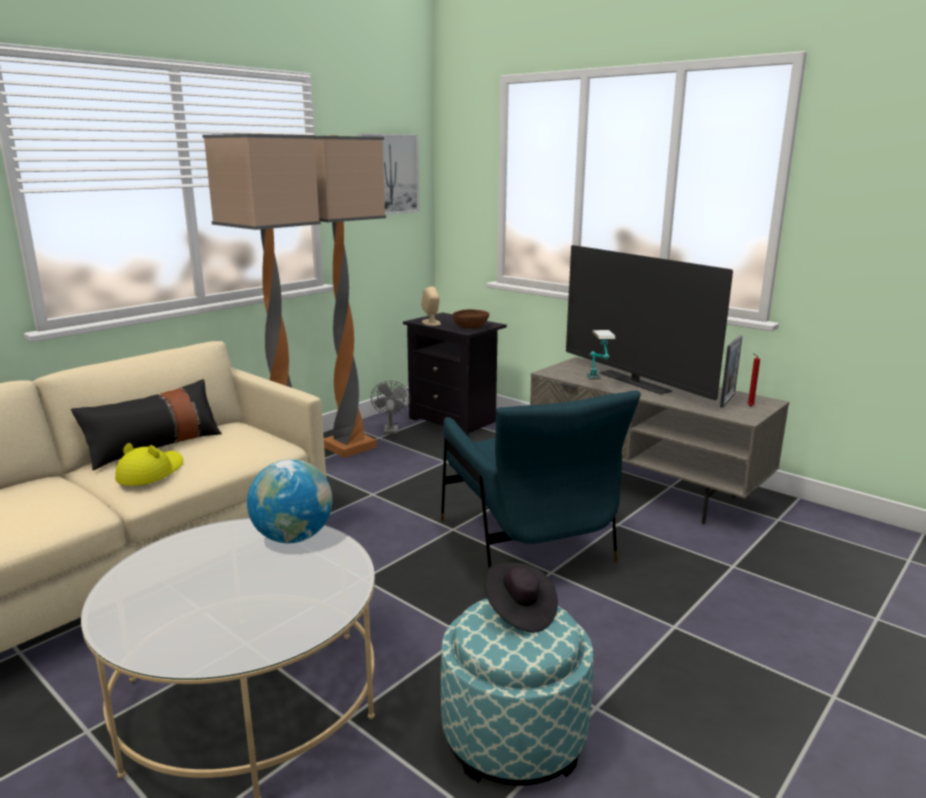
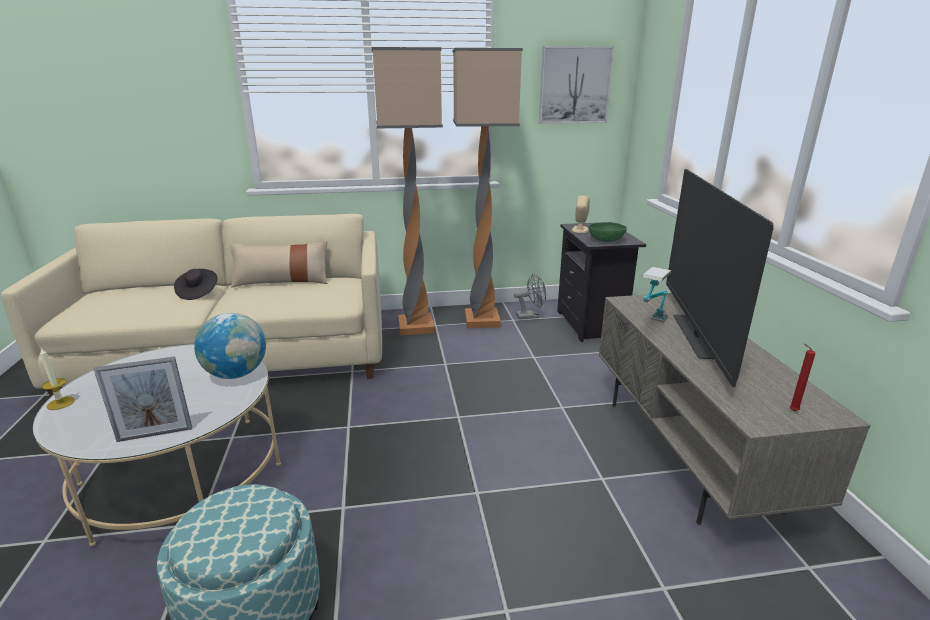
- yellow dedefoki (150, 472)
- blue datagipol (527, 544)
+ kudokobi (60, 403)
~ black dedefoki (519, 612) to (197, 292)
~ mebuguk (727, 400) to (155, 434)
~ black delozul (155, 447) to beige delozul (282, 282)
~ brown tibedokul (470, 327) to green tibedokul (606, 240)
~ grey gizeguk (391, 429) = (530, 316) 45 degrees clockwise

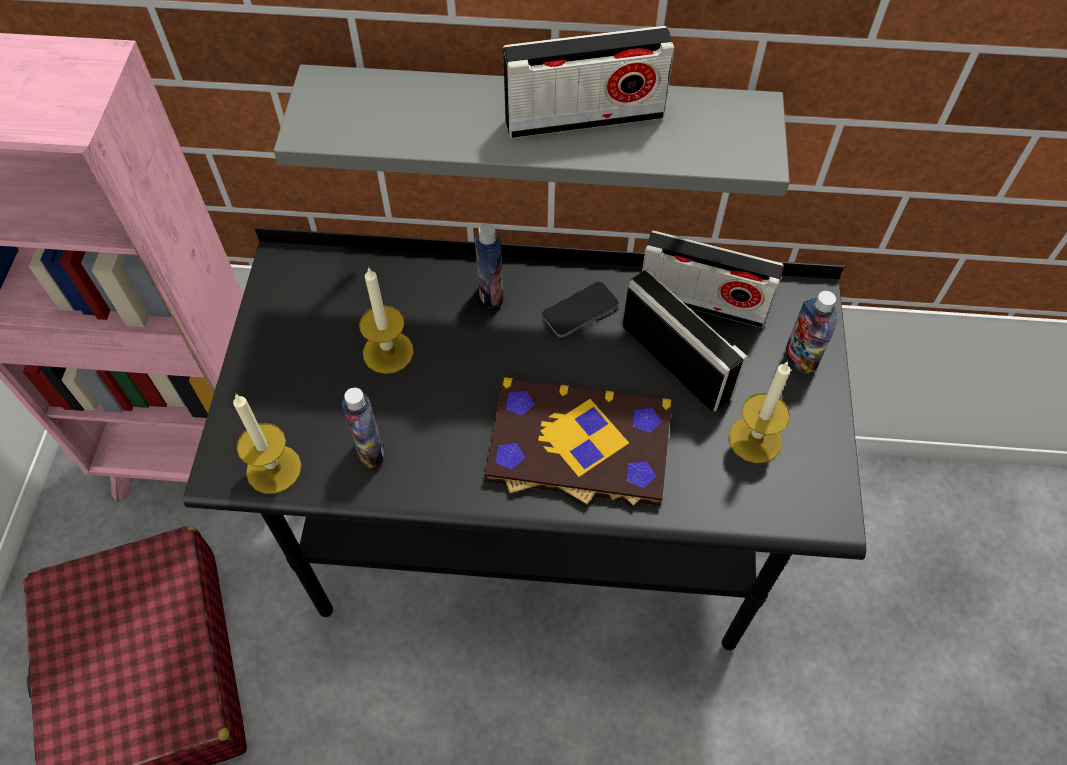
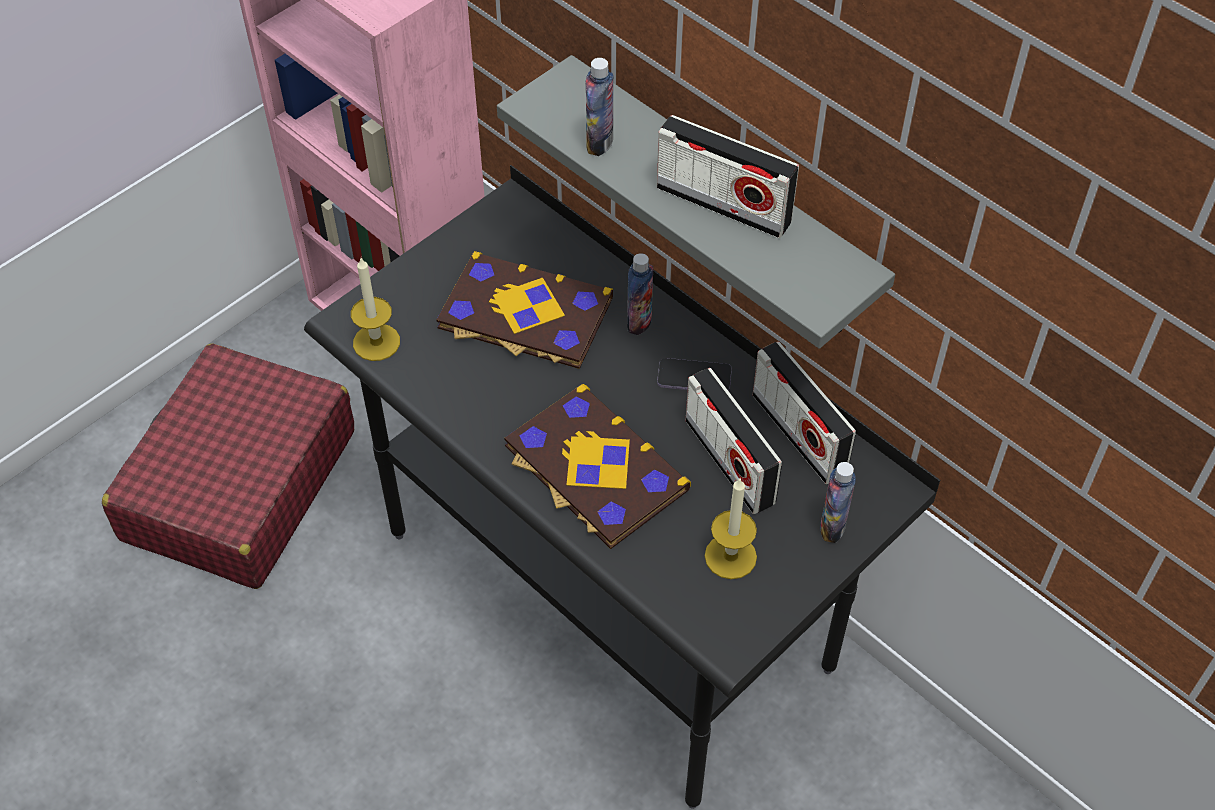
~ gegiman (370, 450) to (599, 143)
~ kudokobi (388, 352) to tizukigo (524, 315)
~ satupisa (676, 361) = (729, 462) 150 degrees clockwise

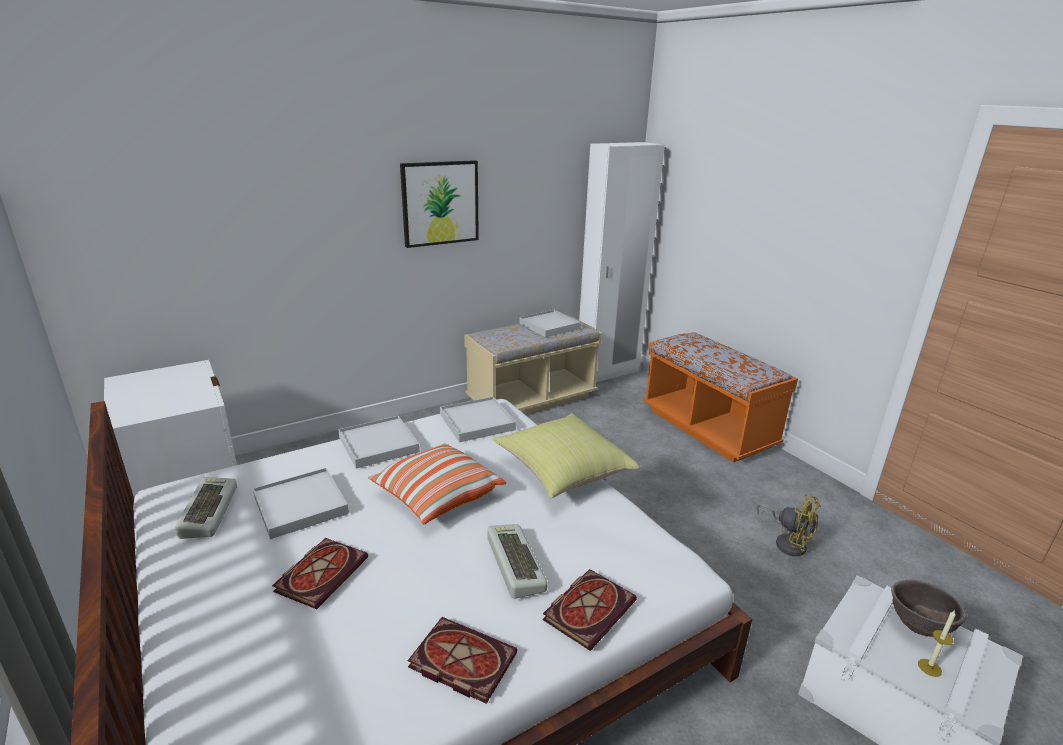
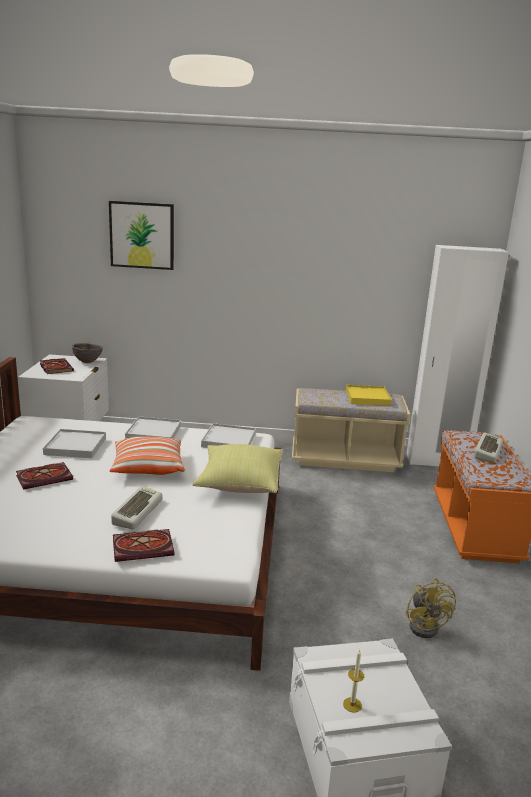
~ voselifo (207, 511) to (486, 451)
~ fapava (440, 203) to (142, 235)
~ tizukigo (459, 661) to (55, 367)
~ brown tibedokul (918, 627) to (88, 362)
~ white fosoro (549, 326) to yellow fosoro (367, 397)

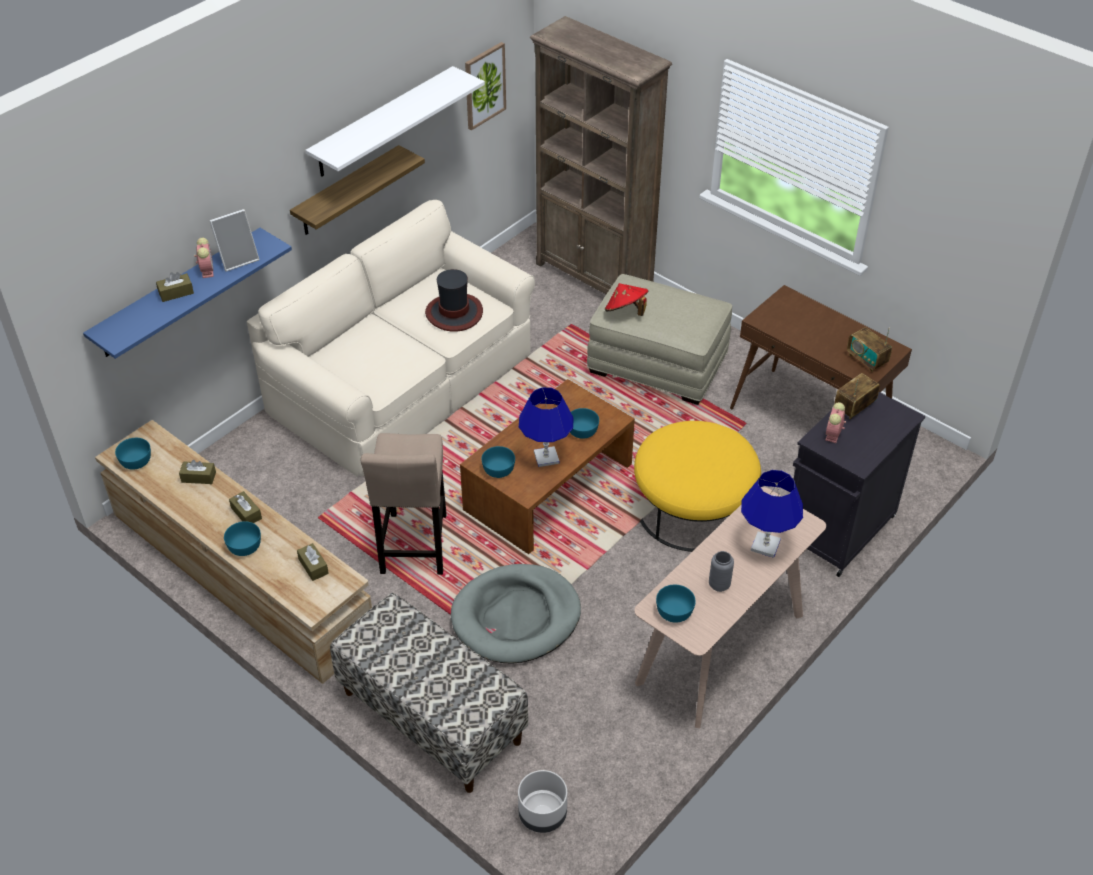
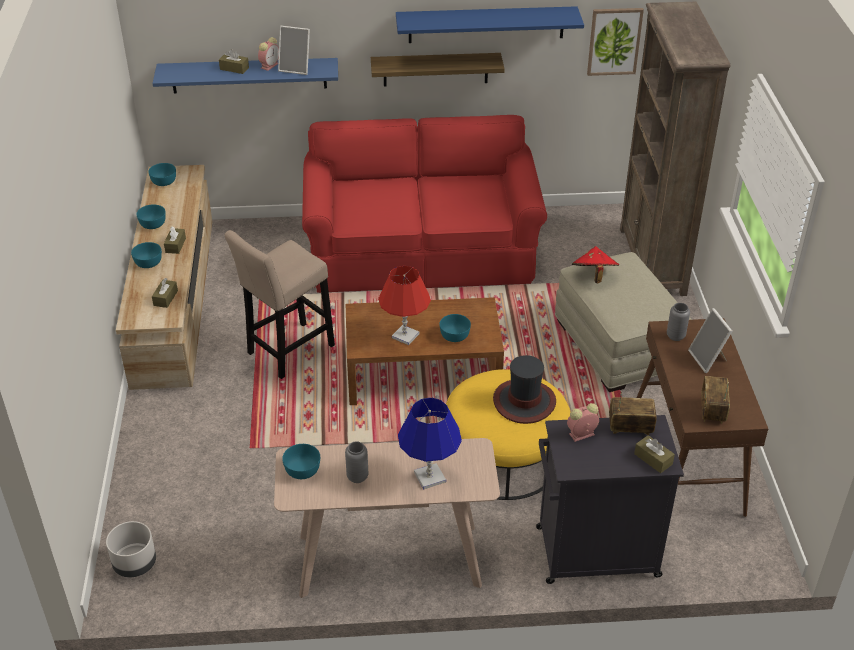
- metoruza (431, 717)
- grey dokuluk (516, 617)
+ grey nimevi (675, 336)
+ mebuguk (708, 359)
~ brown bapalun (198, 477) to (653, 459)
~ dedefoki (454, 313) to (524, 402)
~ turquoise tibedokul (498, 469) to (152, 223)
~ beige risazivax (402, 381) to red risazivax (422, 250)
~ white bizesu (383, 122) to blue bizesu (486, 24)
~ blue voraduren (546, 457) to red voraduren (405, 336)

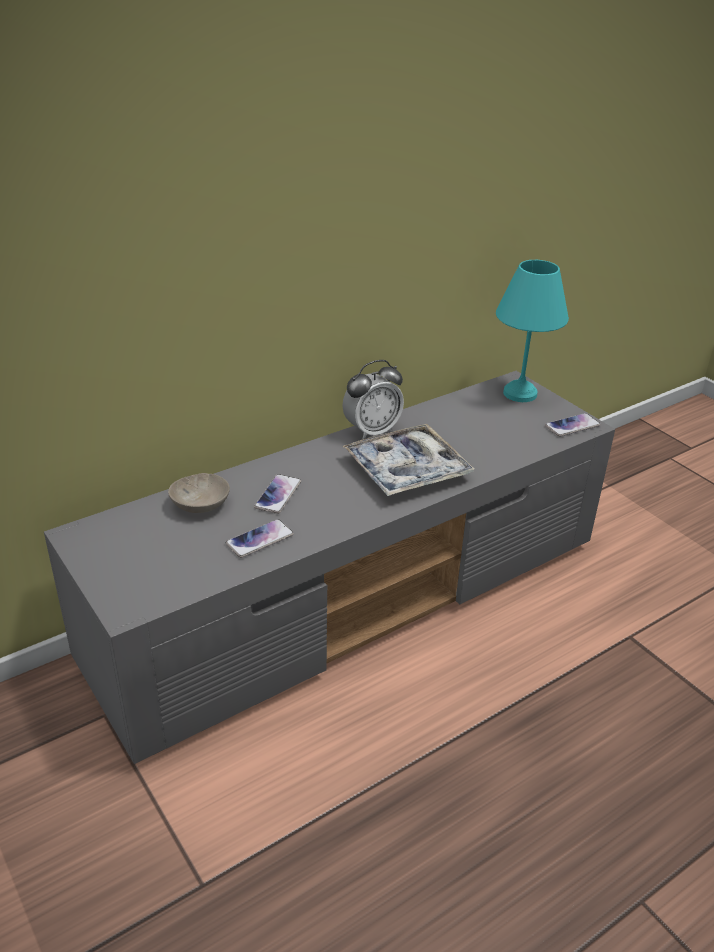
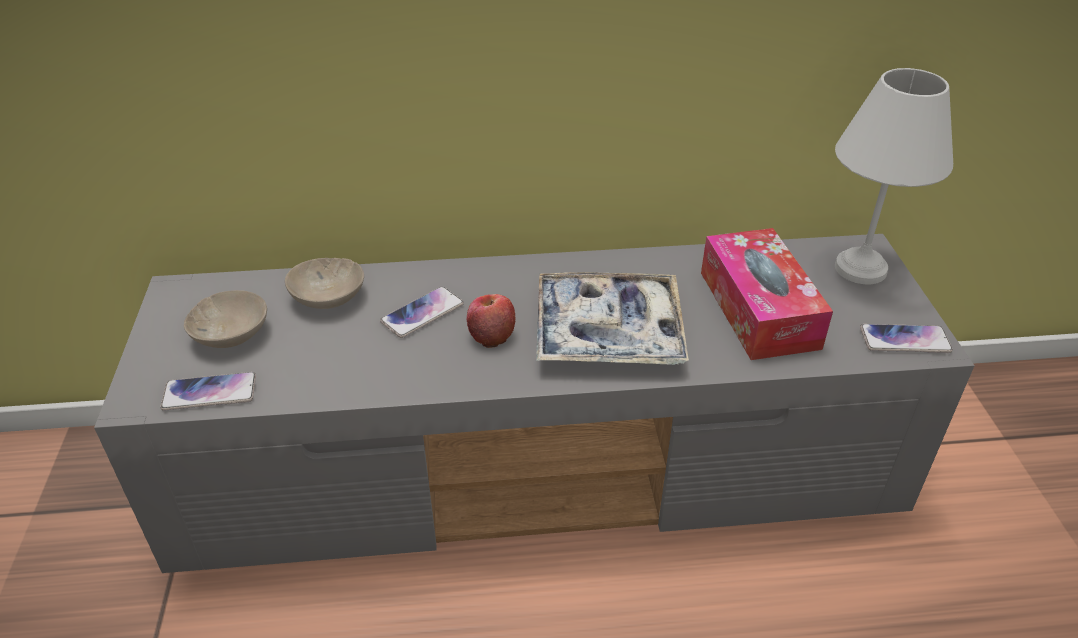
- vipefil (372, 431)
+ beige tibedokul (233, 335)
+ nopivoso (491, 335)
+ bapalun (758, 309)
~ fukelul (260, 539) to (209, 393)
~ turquoise voraduren (521, 394) to white voraduren (862, 270)

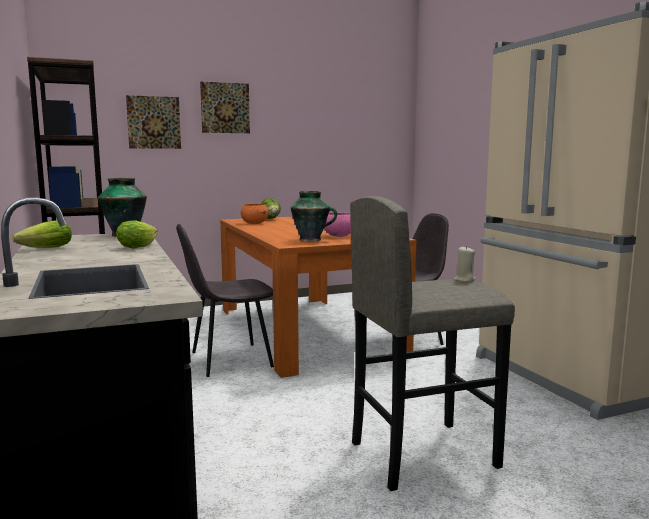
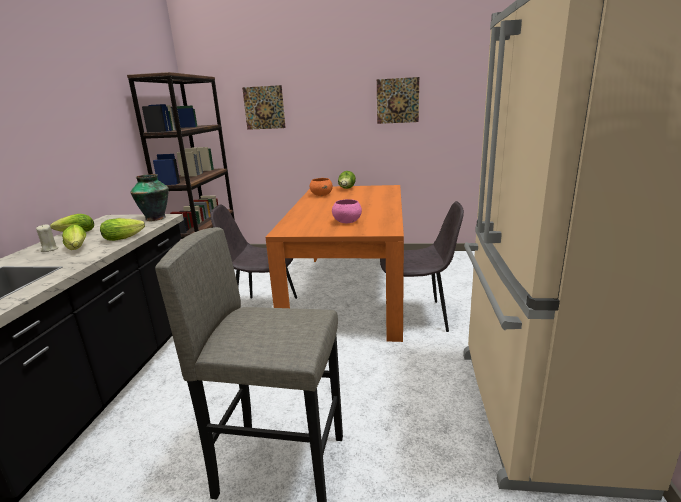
- nimevi (311, 240)
+ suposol (77, 249)
~ fapava (225, 108) to (397, 100)
~ beige kudokobi (464, 280) to (49, 249)

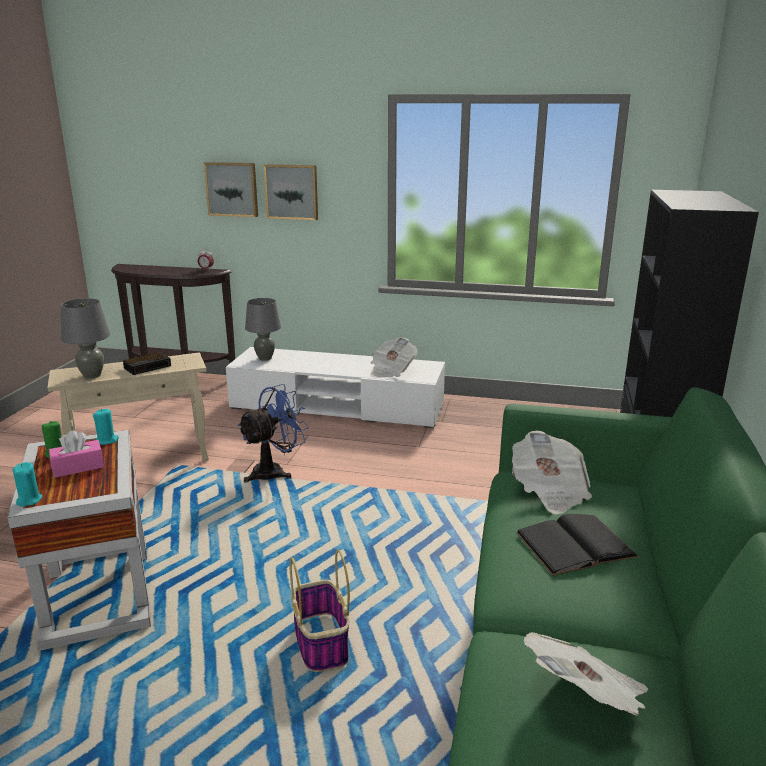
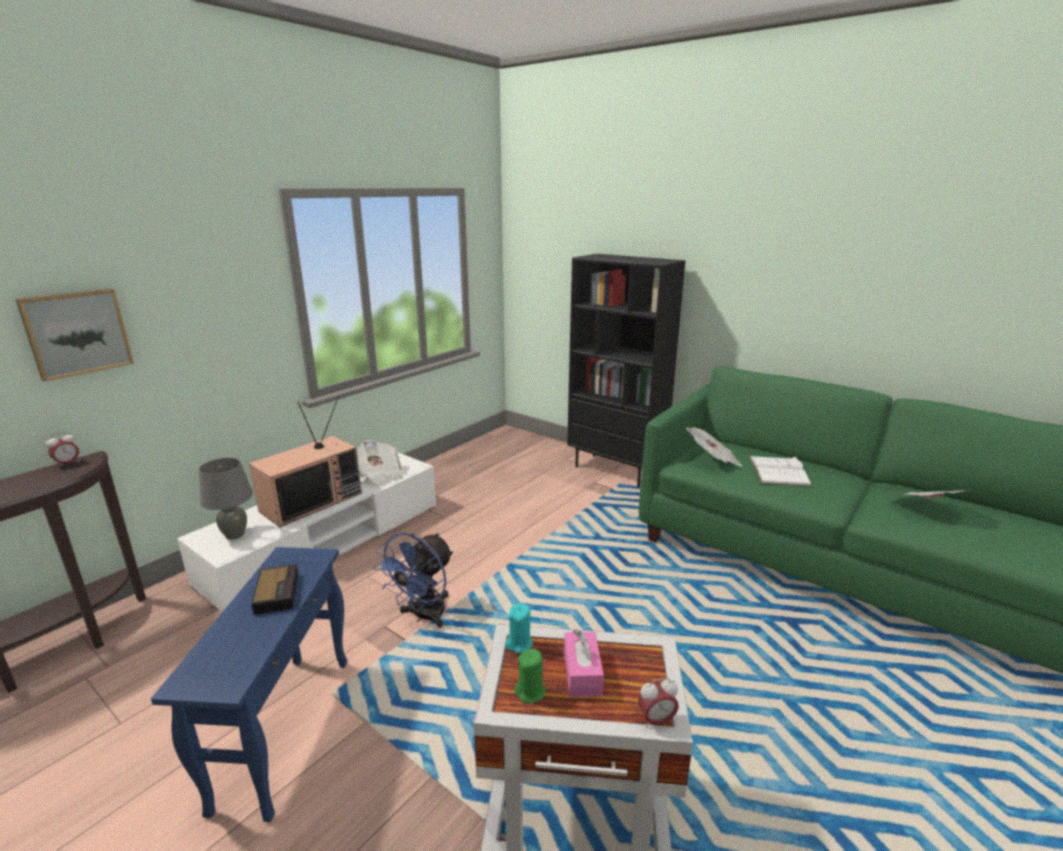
- grey voraduren (92, 375)
- fapava (292, 191)
- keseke (320, 643)
+ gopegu (311, 501)
~ turquoise kudokobi (29, 500) to vipefil (656, 720)
~ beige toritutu (142, 462) to blue toritutu (285, 730)
~ black tizukigo (575, 544) to white tizukigo (778, 471)
~ blue gizeguk (274, 471) = (423, 616) 135 degrees counterclockwise

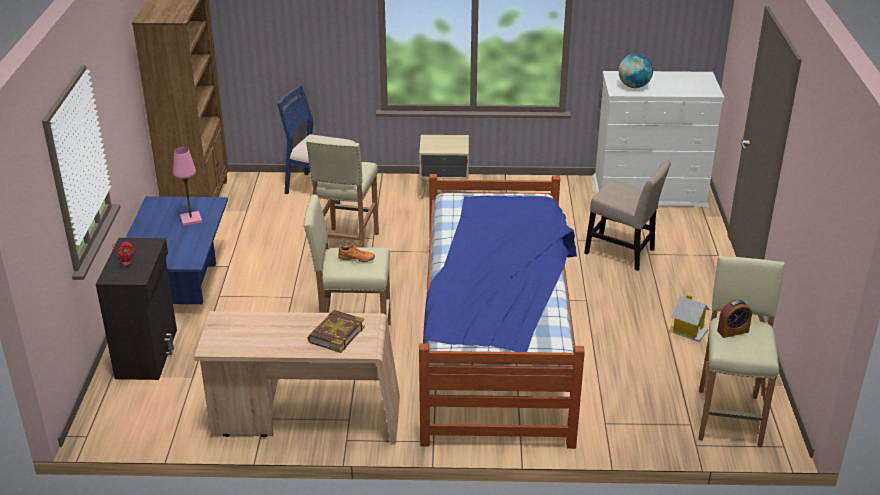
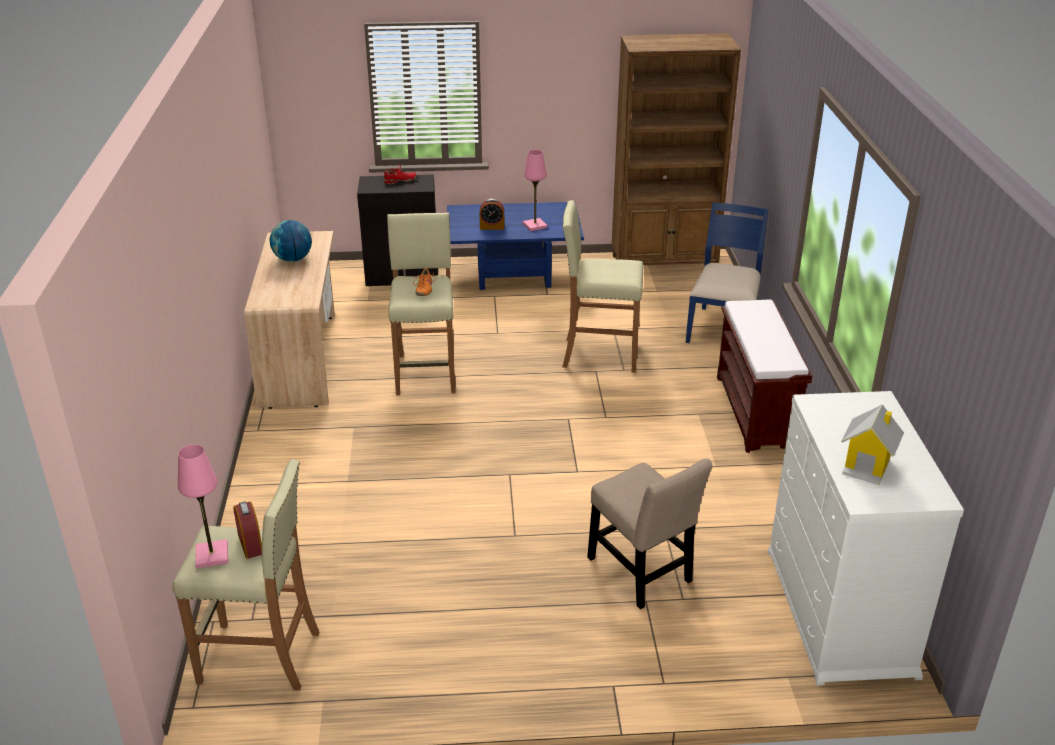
- tizukigo (336, 334)
- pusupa (496, 343)
+ pink voraduren (212, 555)
+ vipefil (492, 227)
~ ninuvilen (634, 86) to (293, 259)
~ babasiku (688, 330) to (867, 466)
~ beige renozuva (444, 191) to brown metoruza (755, 413)
~ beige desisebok (623, 253) = (642, 573) 60 degrees counterclockwise

